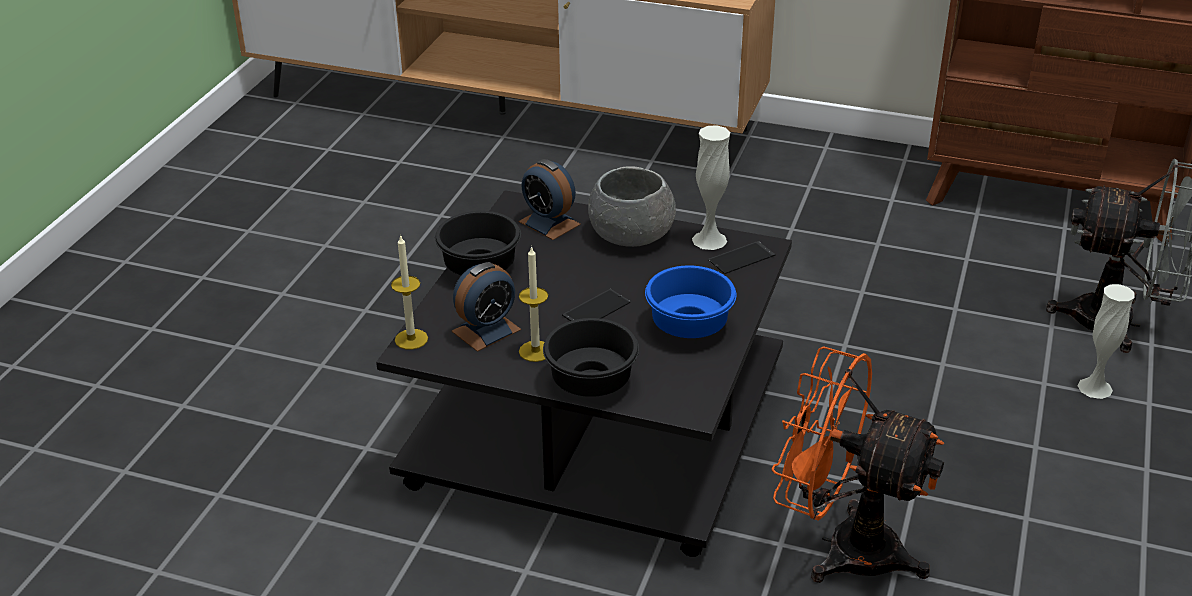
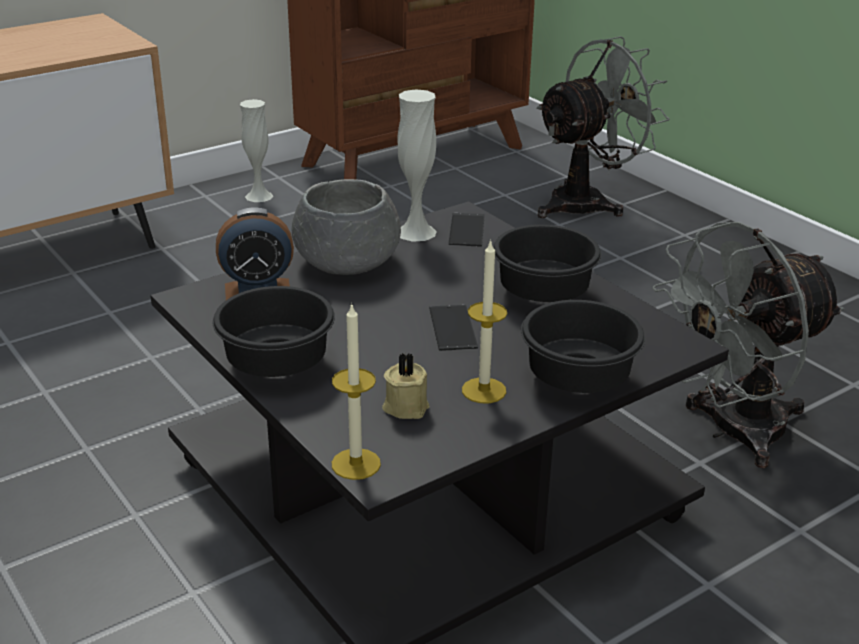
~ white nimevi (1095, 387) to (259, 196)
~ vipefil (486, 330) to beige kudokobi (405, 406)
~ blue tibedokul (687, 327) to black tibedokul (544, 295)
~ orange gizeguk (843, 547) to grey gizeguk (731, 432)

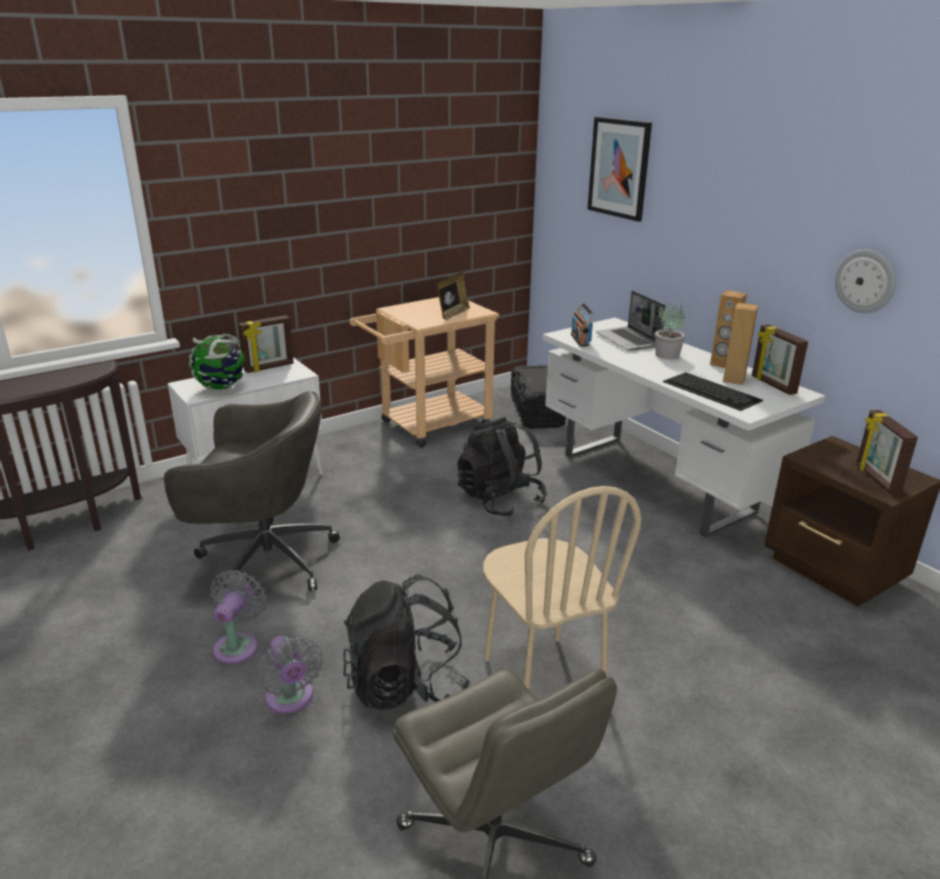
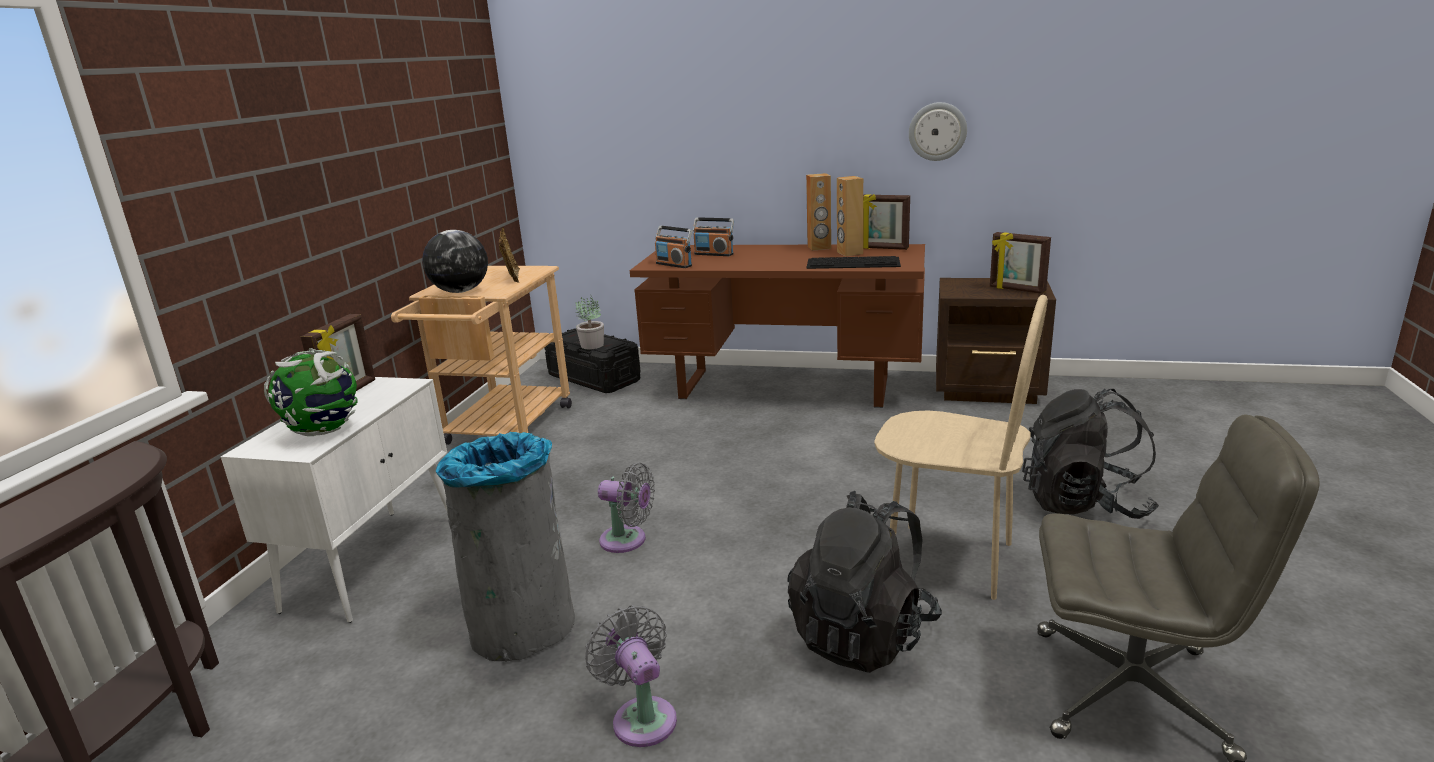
- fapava (619, 168)
+ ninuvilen (460, 291)
~ grey gizeguk (291, 699) to (627, 540)
~ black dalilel (500, 499) to (1084, 504)
~ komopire (667, 355) to (592, 345)
~ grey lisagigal (263, 560) to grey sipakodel (524, 627)
~ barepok (629, 340) to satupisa (714, 254)
~ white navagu (657, 482) to brown navagu (785, 387)

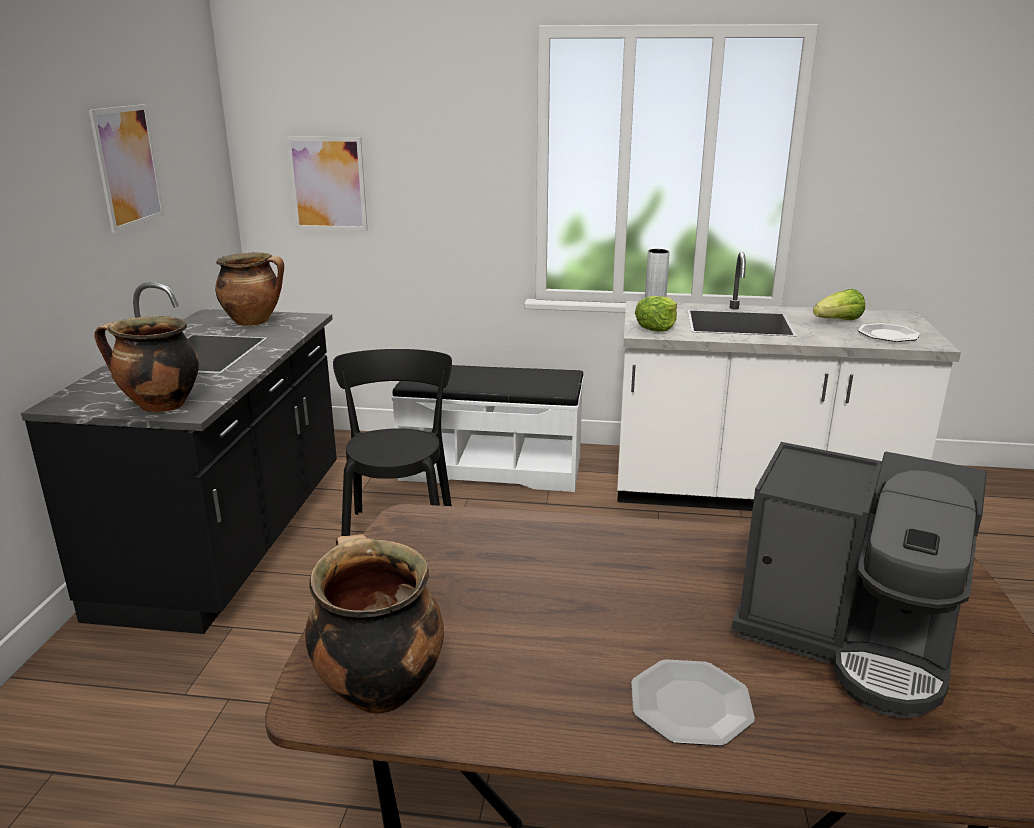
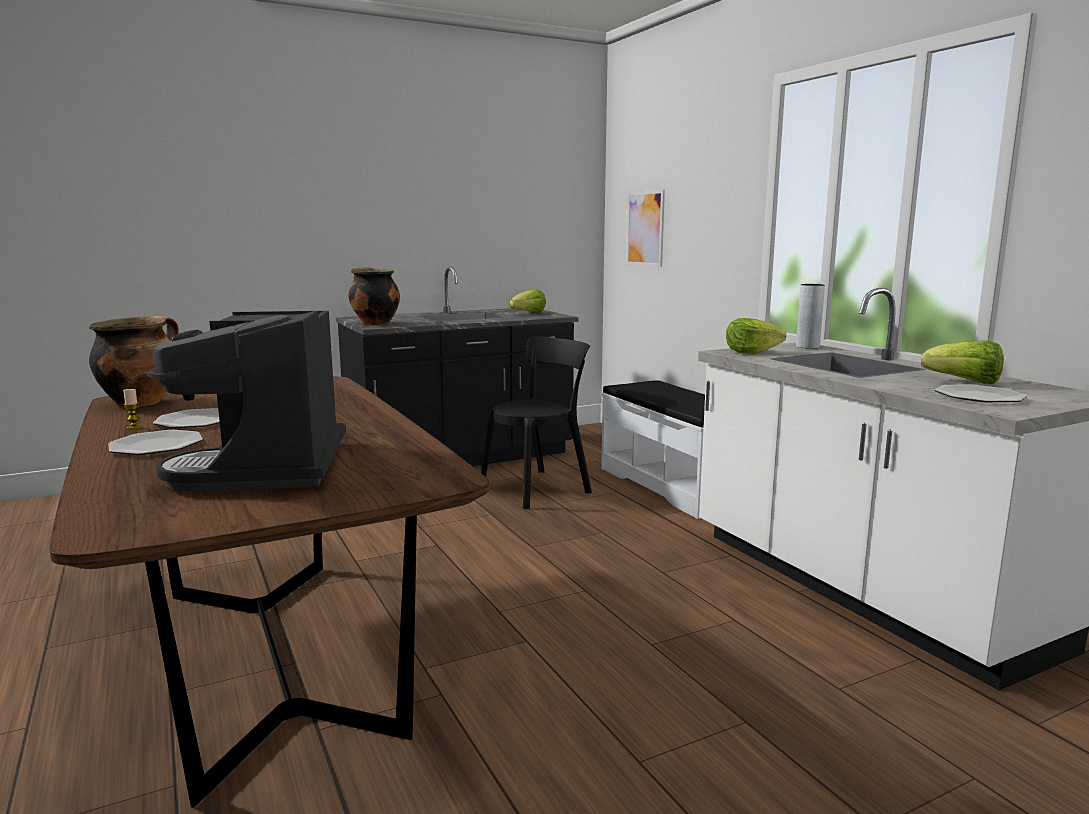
- fapava (128, 166)
+ kudokobi (134, 427)
+ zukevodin (196, 421)
~ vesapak (254, 321) to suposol (529, 313)

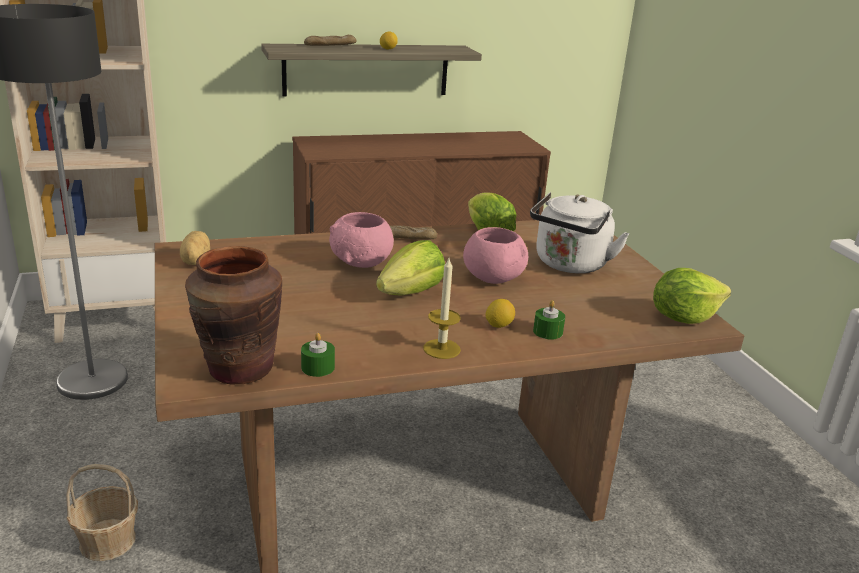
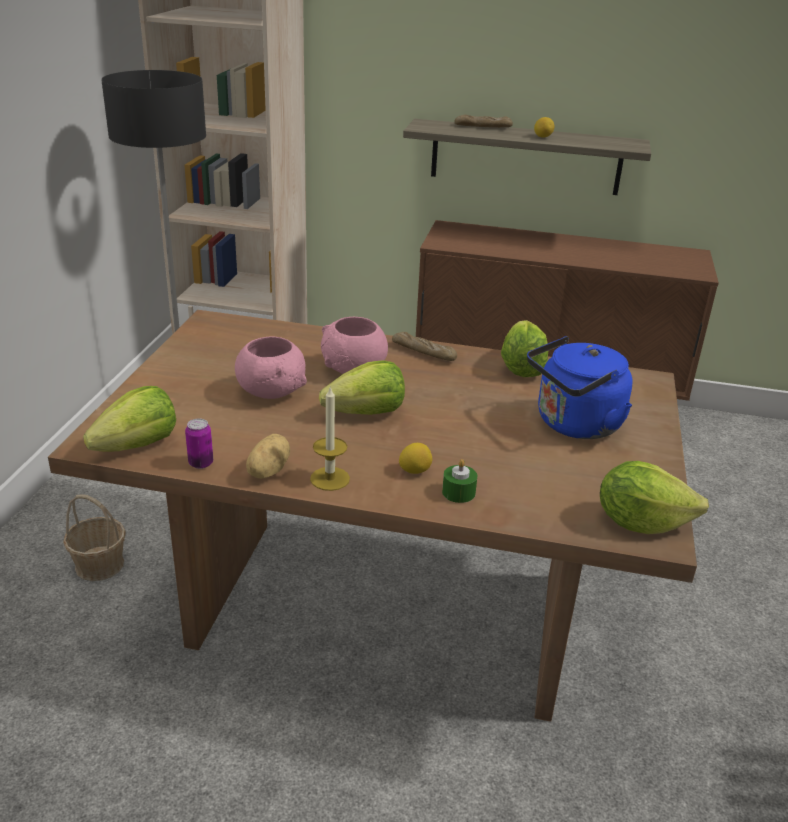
~ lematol (194, 261) to (267, 471)
~ pink tibedokul (492, 278) to (271, 392)
~ brown nimevi (239, 369) to suposol (138, 445)
~ green kudokobi (318, 367) to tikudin (201, 463)
~ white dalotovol (569, 265) to blue dalotovol (574, 425)

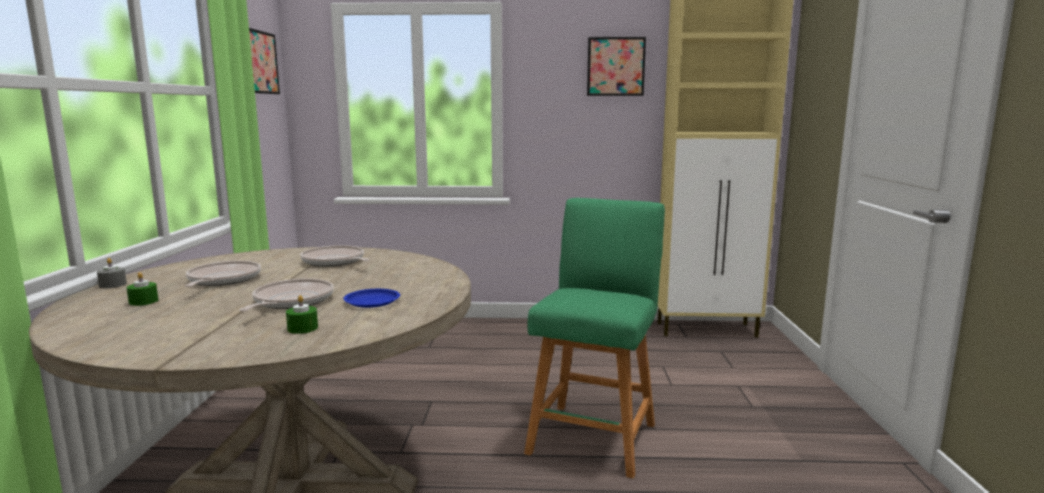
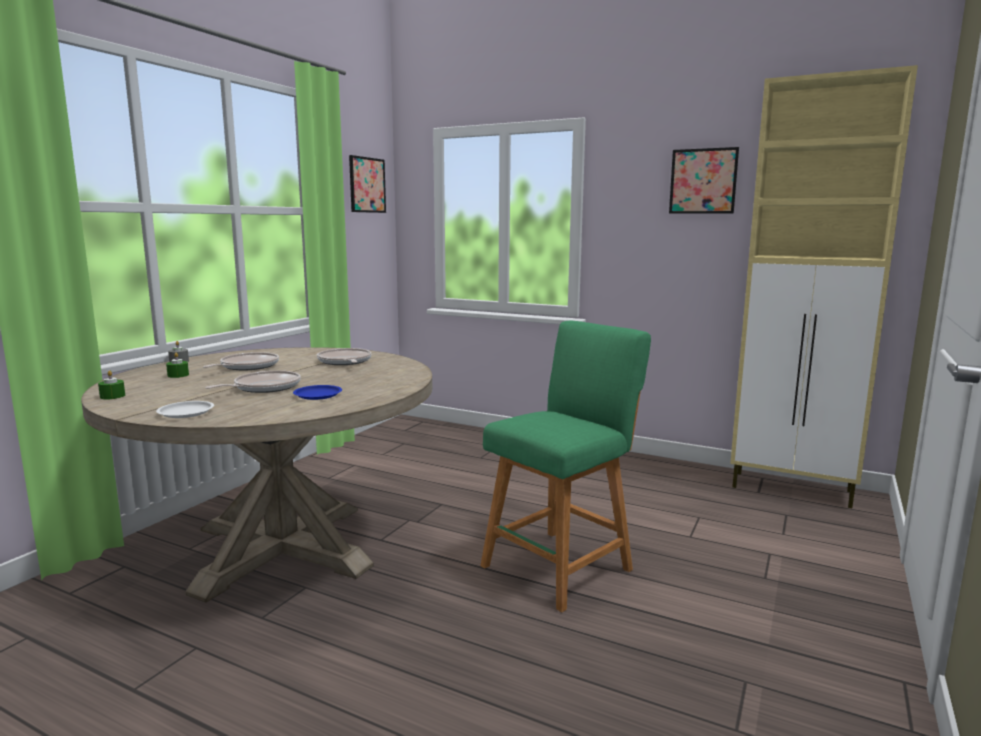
+ white zukevodin (186, 412)
~ green kudokobi (302, 328) to (112, 396)

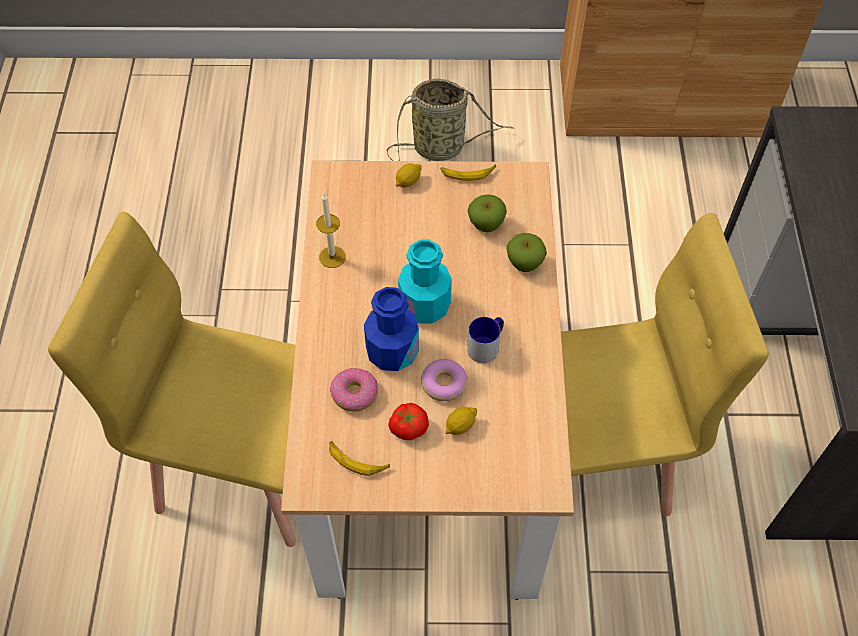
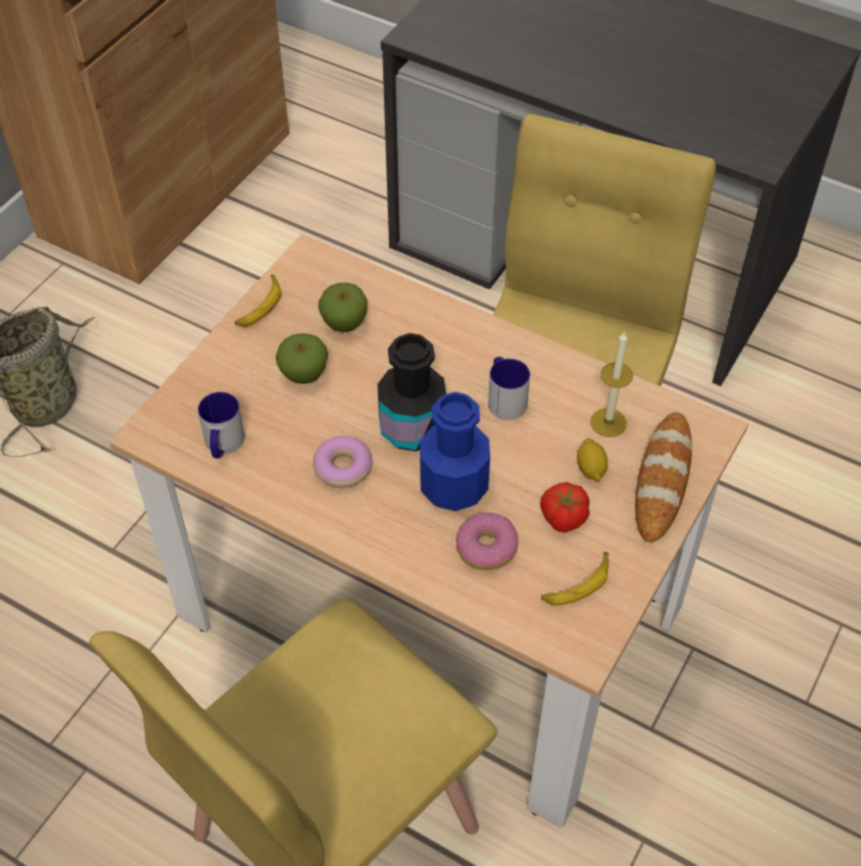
- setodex (408, 181)
+ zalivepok (223, 445)
+ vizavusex (662, 480)
~ kudokobi (332, 257) to (608, 422)
~ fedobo (444, 383) to (343, 467)
~ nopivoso (524, 264) to (304, 375)
~ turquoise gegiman (425, 305) to black gegiman (412, 428)

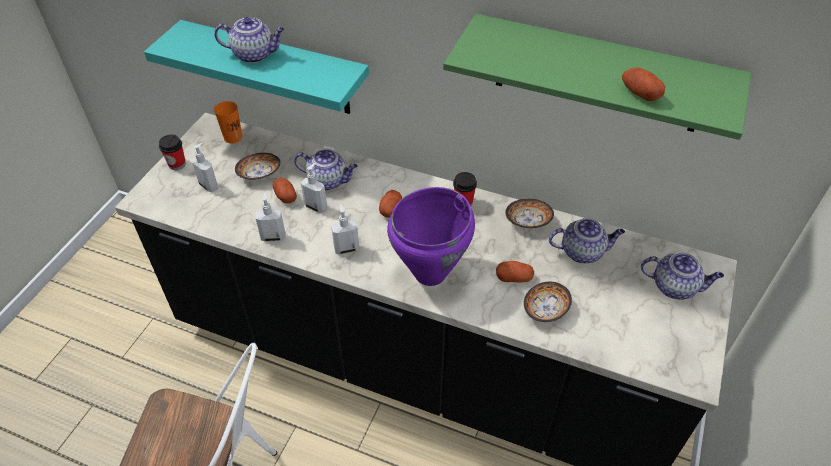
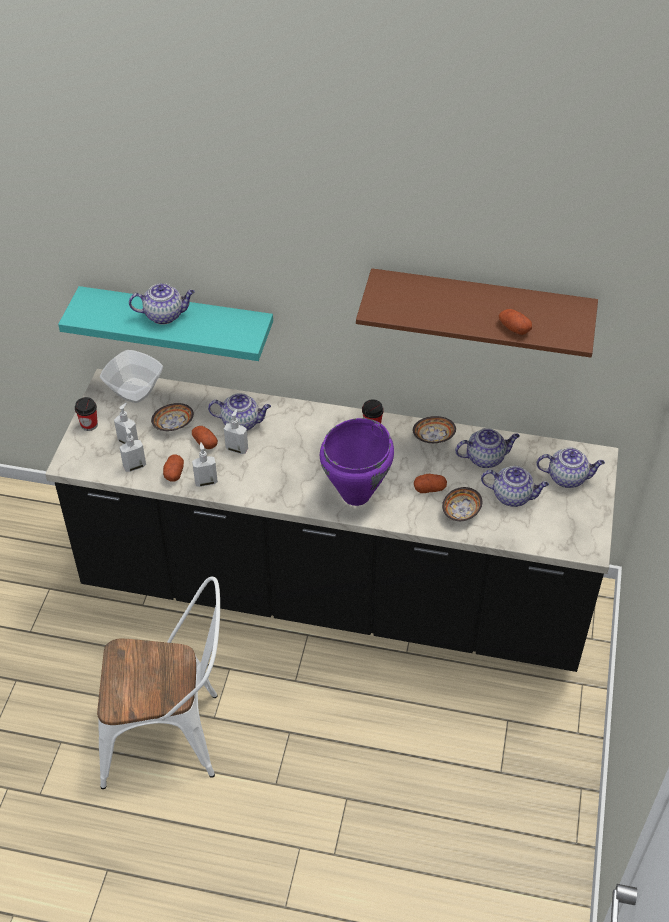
+ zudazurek (513, 496)
~ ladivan (346, 249) to (134, 466)
~ lematol (390, 209) to (174, 473)
~ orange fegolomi (233, 137) to tibedokul (134, 391)
~ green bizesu (599, 75) to brown bizesu (480, 308)

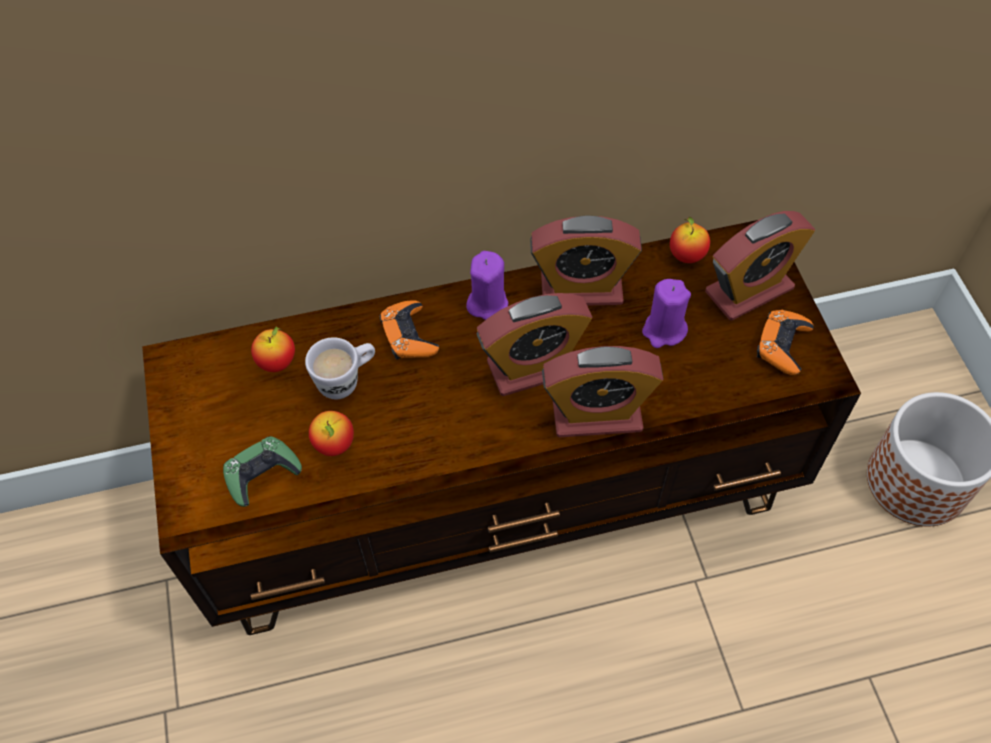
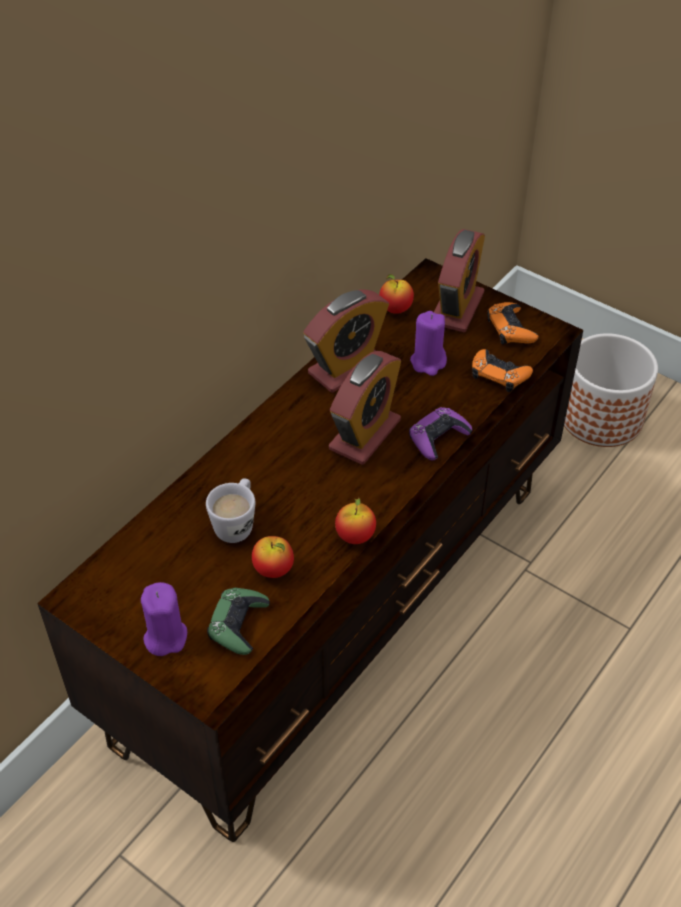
~ nopivoso (277, 362) to (355, 536)
~ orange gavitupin (409, 335) to (499, 374)
~ purple kudokobi (487, 303) to (165, 637)
~ vipefil (597, 415) to purple gavitupin (438, 438)

